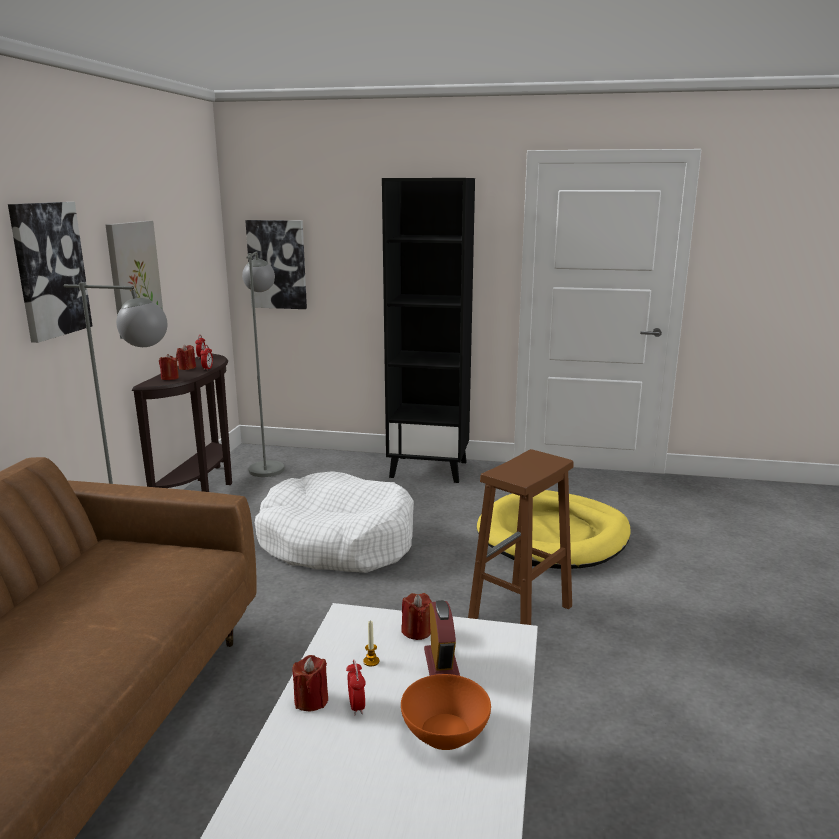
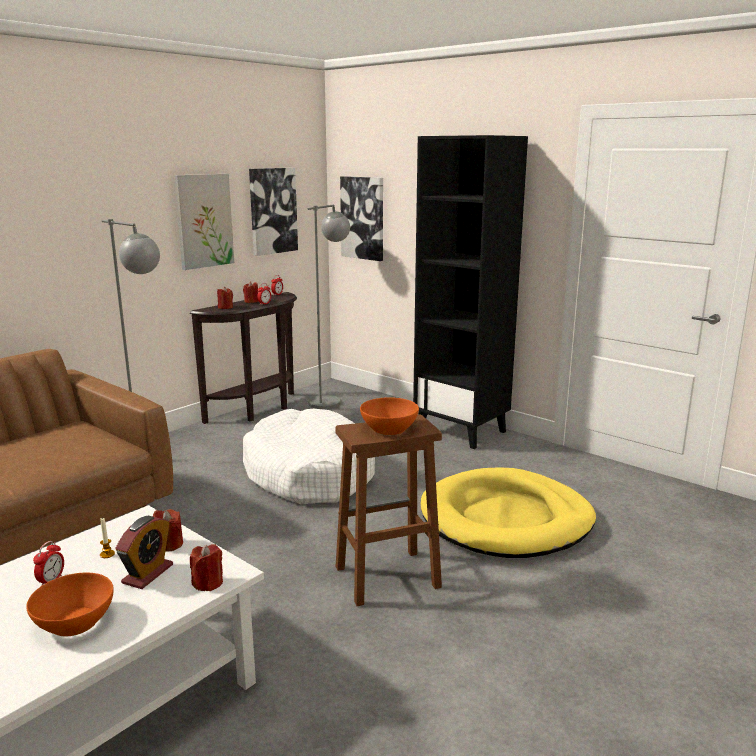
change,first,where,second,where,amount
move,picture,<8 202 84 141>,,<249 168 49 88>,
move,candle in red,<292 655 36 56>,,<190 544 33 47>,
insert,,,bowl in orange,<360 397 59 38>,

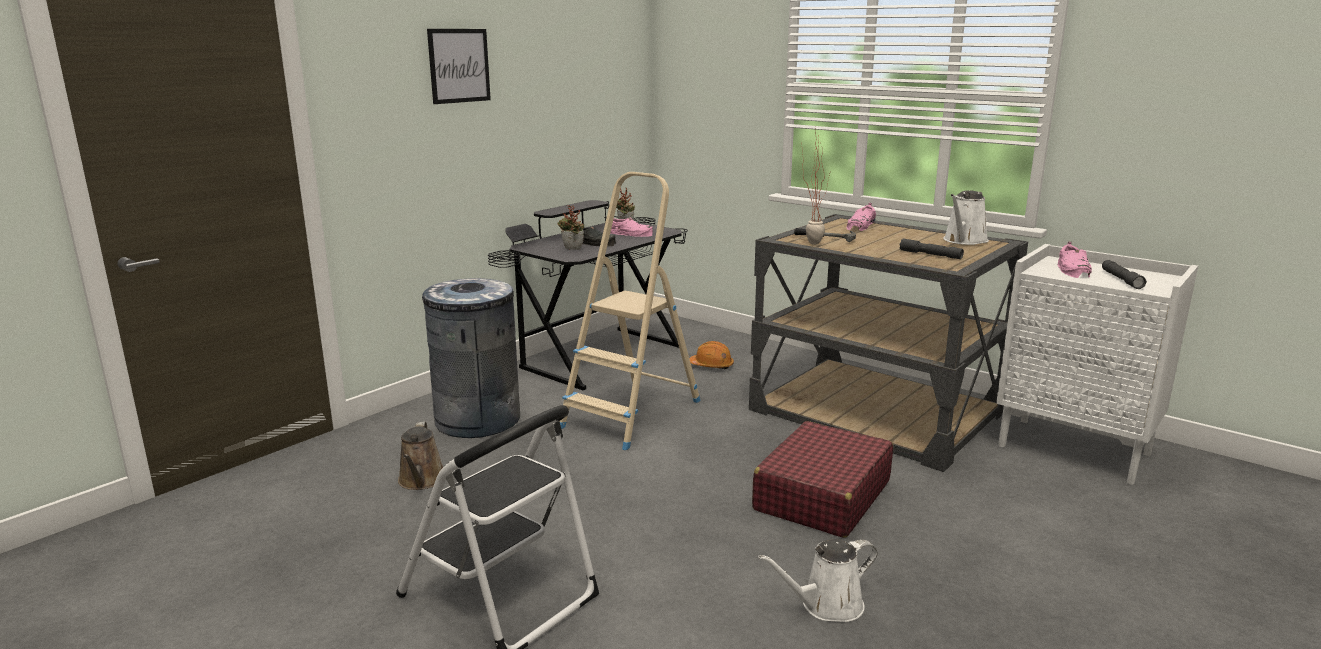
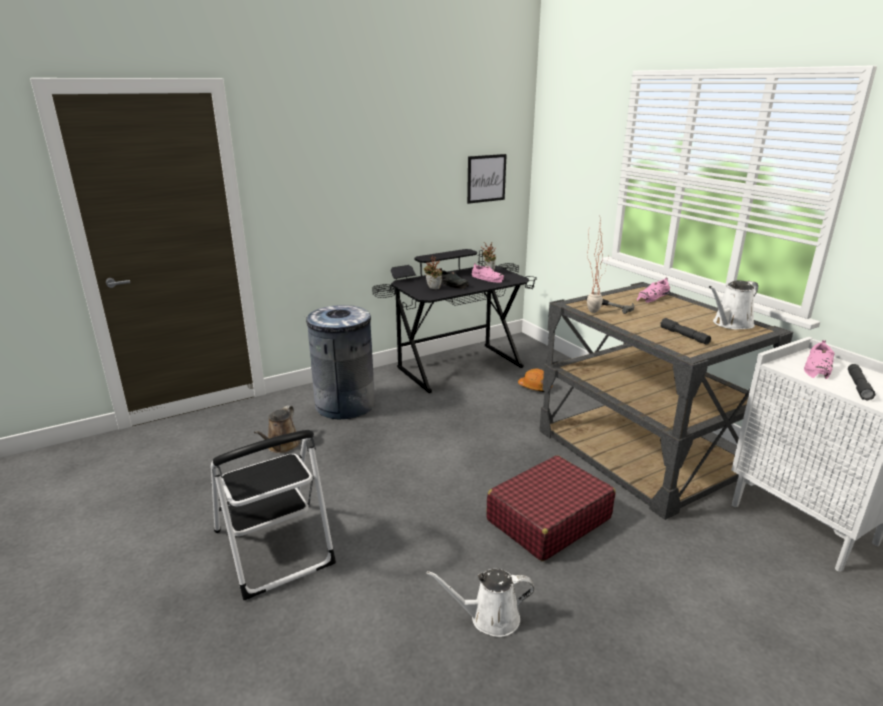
change,first,where,second,where,amount
move,picture,<427 29 64 75>,,<467 154 40 50>,
delete,step ladder in beige,<559 172 141 278>,,,

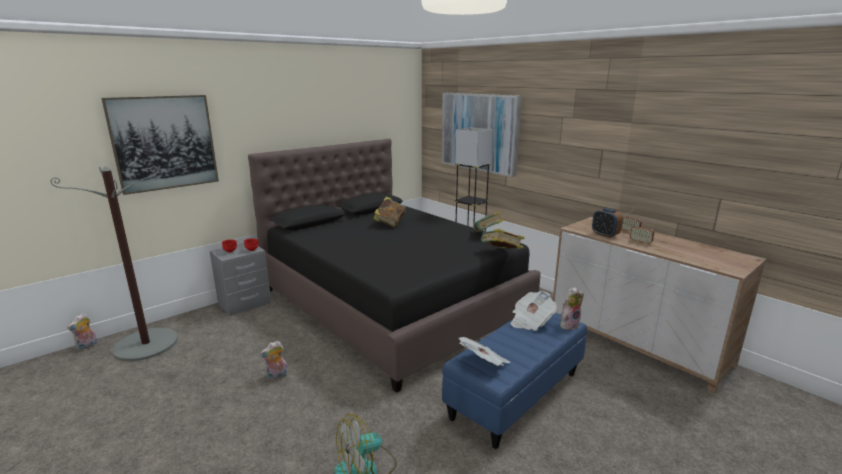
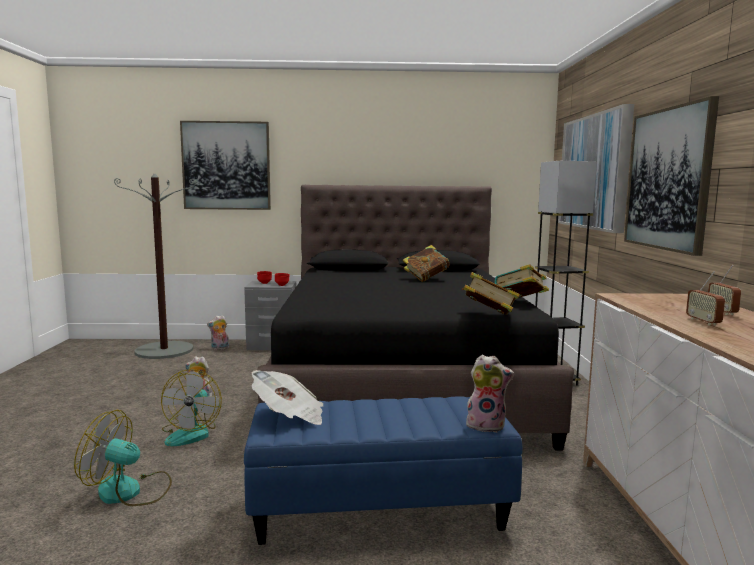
change,first,where,second,where,amount
delete,alarm clock,<592 208 31 30>,,,
delete,newspaper,<510 291 47 40>,,,
move,plush toy,<67 313 31 38>,,<207 315 22 35>,
insert,,,picture,<624 96 95 160>,
insert,,,fan,<161 369 61 77>,

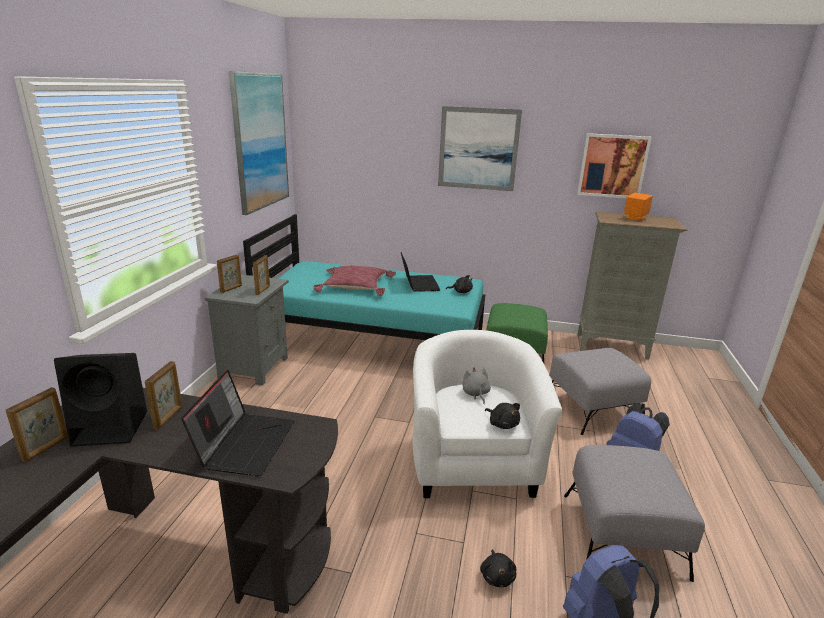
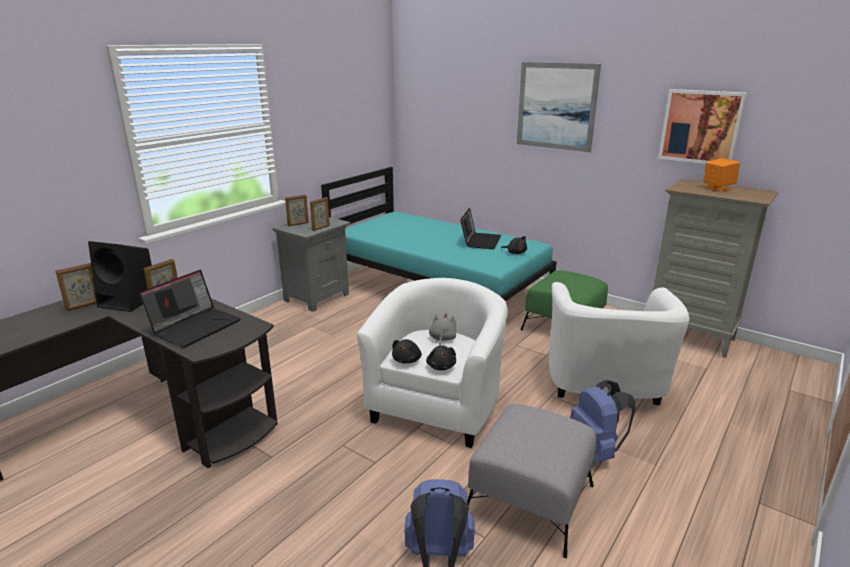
change,first,where,second,where,amount
delete,picture,<229 71 60 144>,,,
delete,pillow in red,<313 266 83 30>,,,
replace,ottoman in grey,<549 348 102 87>,armchair in white,<549 282 141 123>,
move,plush toy in black,<480 549 36 38>,,<392 339 30 25>,

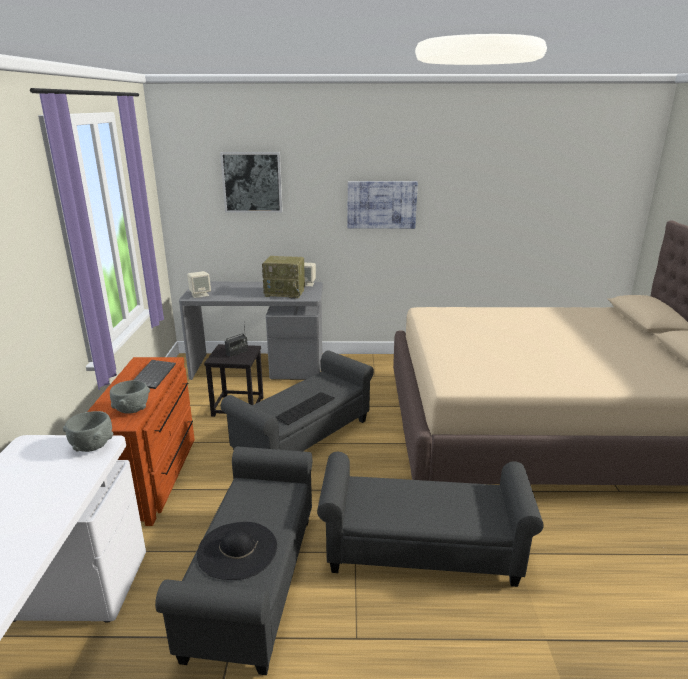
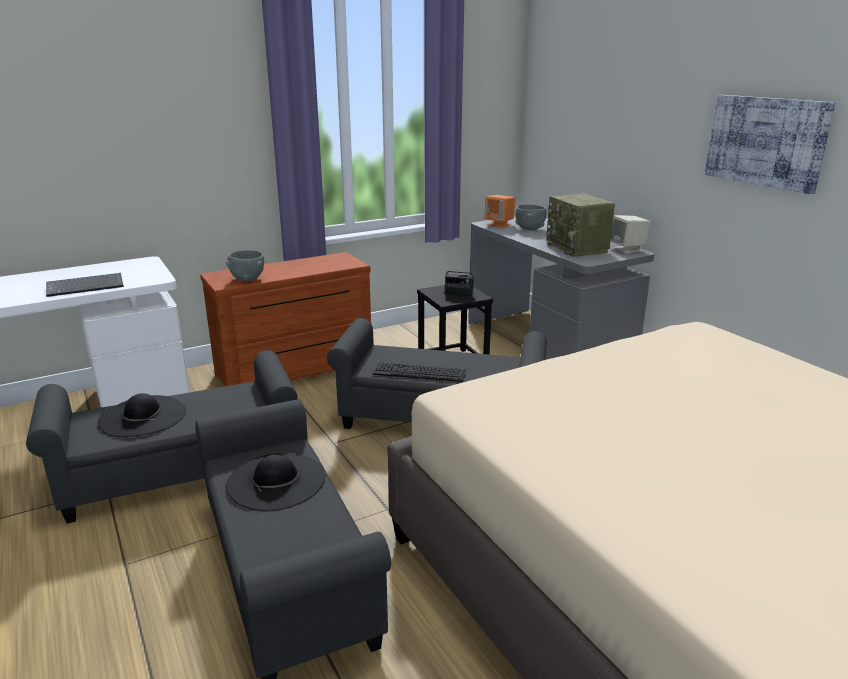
change,first,where,second,where,amount
delete,picture,<220 152 63 61>,,,
recolor,speaker in beige,<187 271 24 27>,speaker in orange,<484 195 32 33>,
move,keyboard,<133 360 43 29>,,<46 273 78 24>,
move,bowl in grey,<63 411 50 41>,,<515 205 32 25>,
insert,,,hat in black,<226 453 99 58>,

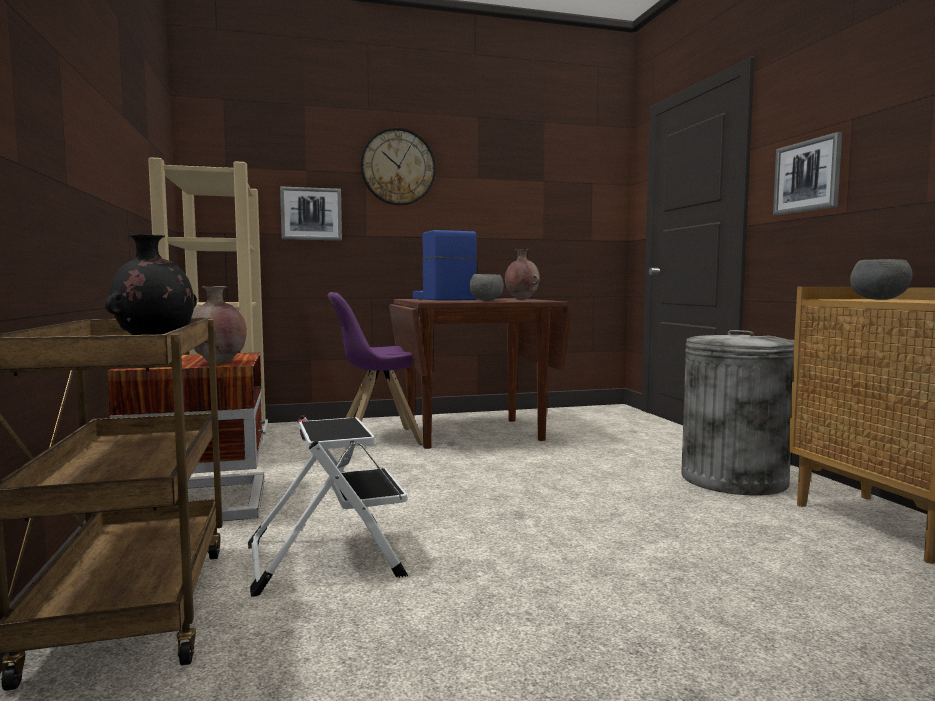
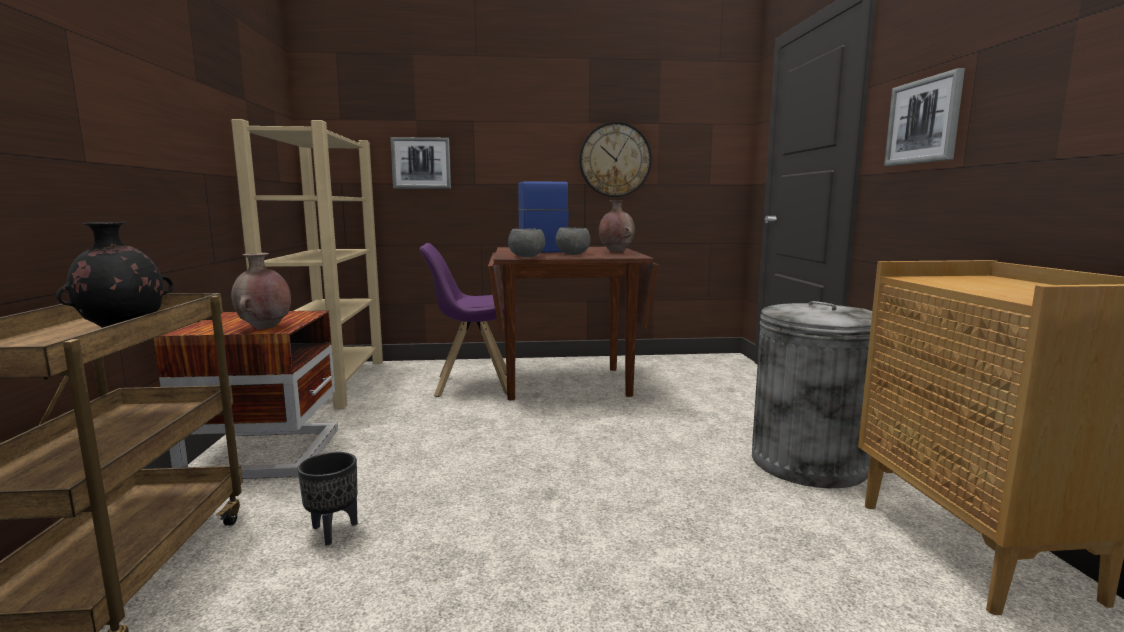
change,first,where,second,where,amount
move,wall clock,<361 128 75 77>,,<579 122 73 75>,
move,bowl in grey,<850 259 62 41>,,<508 229 37 28>,
replace,step ladder,<248 415 160 182>,planter in black,<298 452 59 93>,

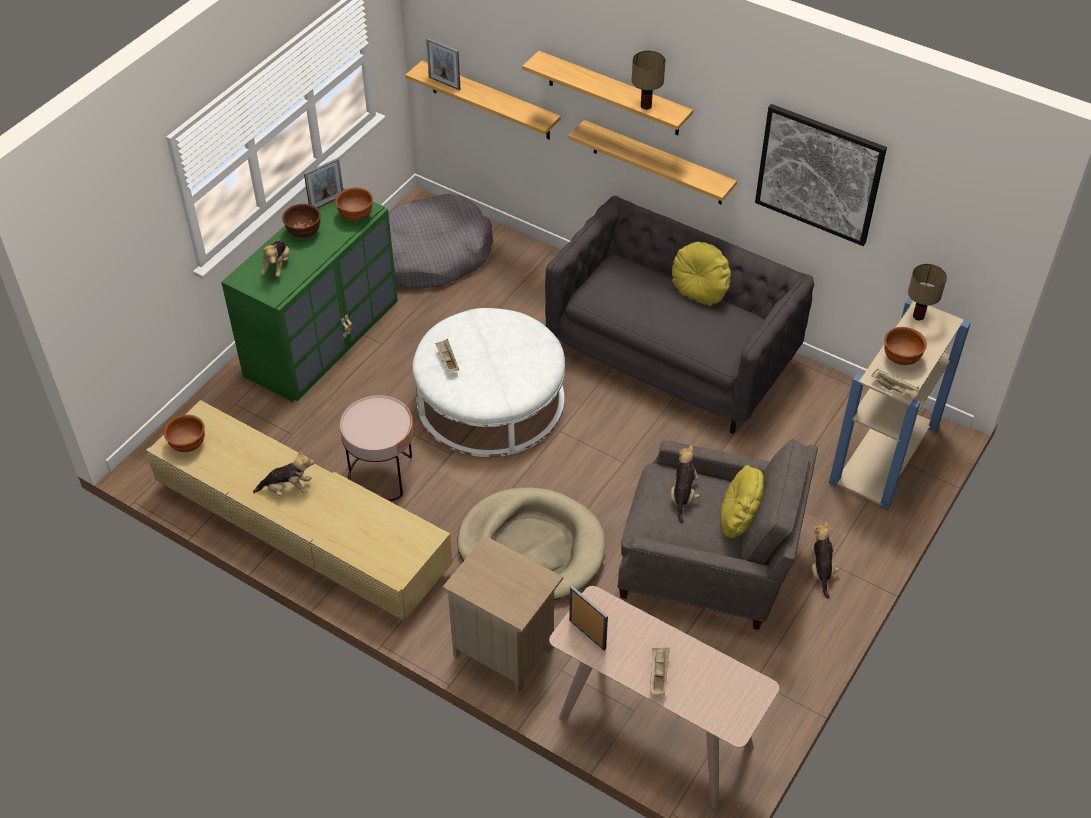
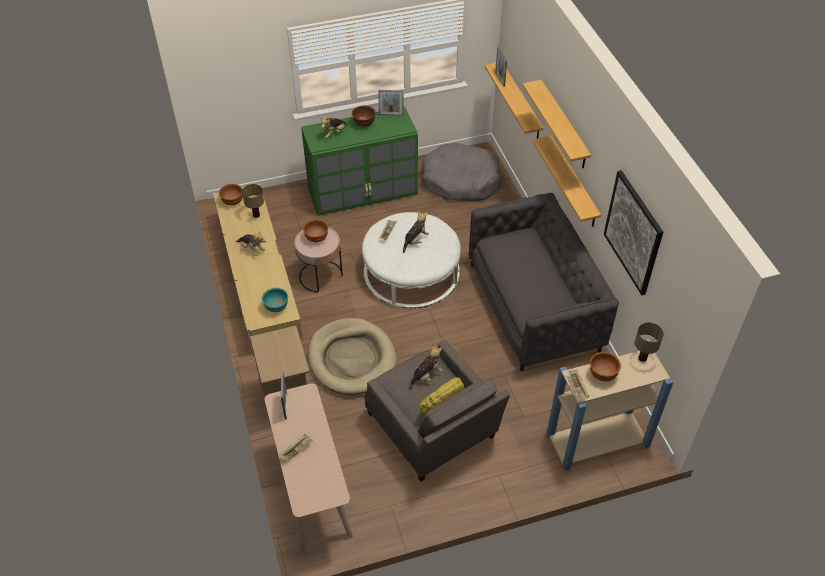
change,first,where,second,where,amount
move,table lamp,<632 51 33 59>,,<242 184 22 34>,
move,bowl in brown,<335 187 38 34>,,<303 219 25 23>,
delete,pillow in yellow,<672 242 59 64>,,,
move,plush toy,<811 521 28 78>,,<403 211 26 42>,
insert,,,bowl in turquoise,<262 288 26 24>,

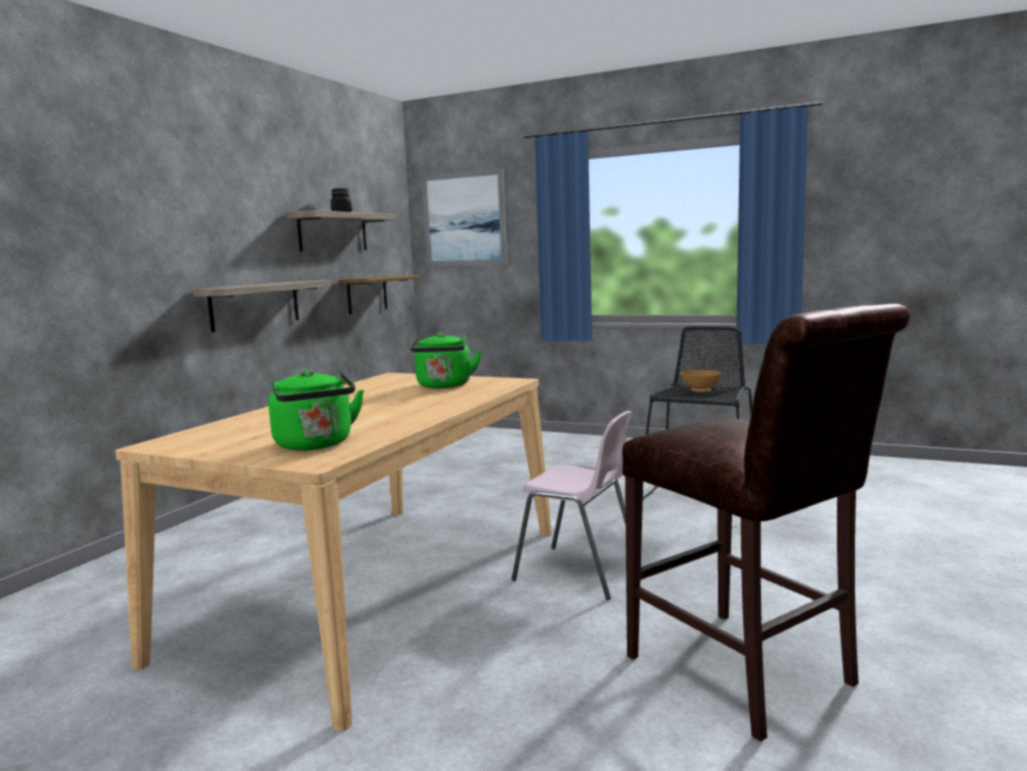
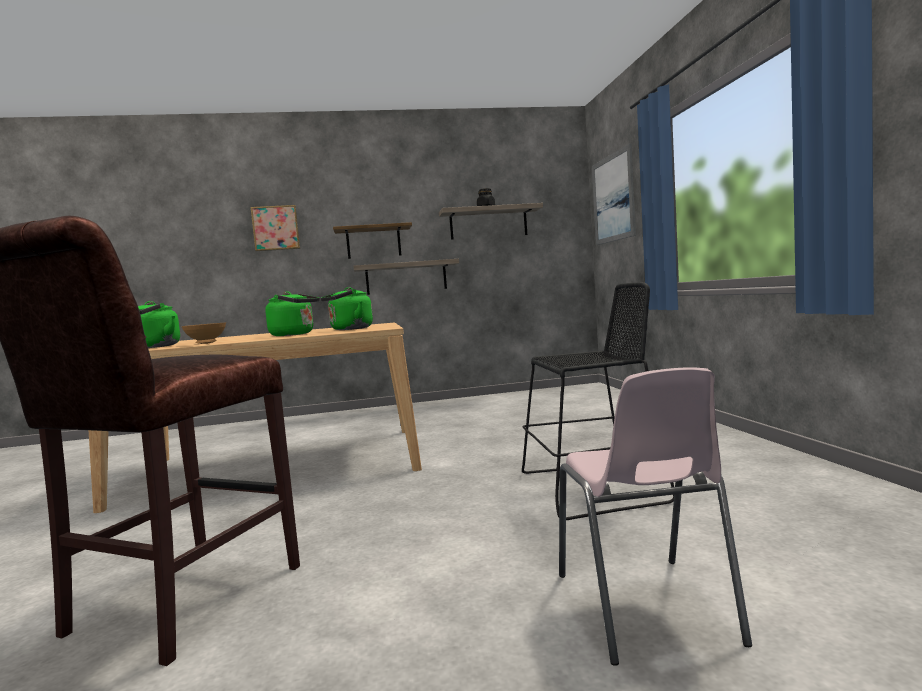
change,first,where,second,where,amount
move,shelf,<338 275 82 39>,,<333 222 79 37>,
move,bowl in brown,<680 370 42 22>,,<181 323 45 21>,
move,chair in pink,<512 411 120 189>,,<559 367 193 299>,
insert,,,picture,<251 205 49 46>,
insert,,,kettle in green,<265 291 55 45>,

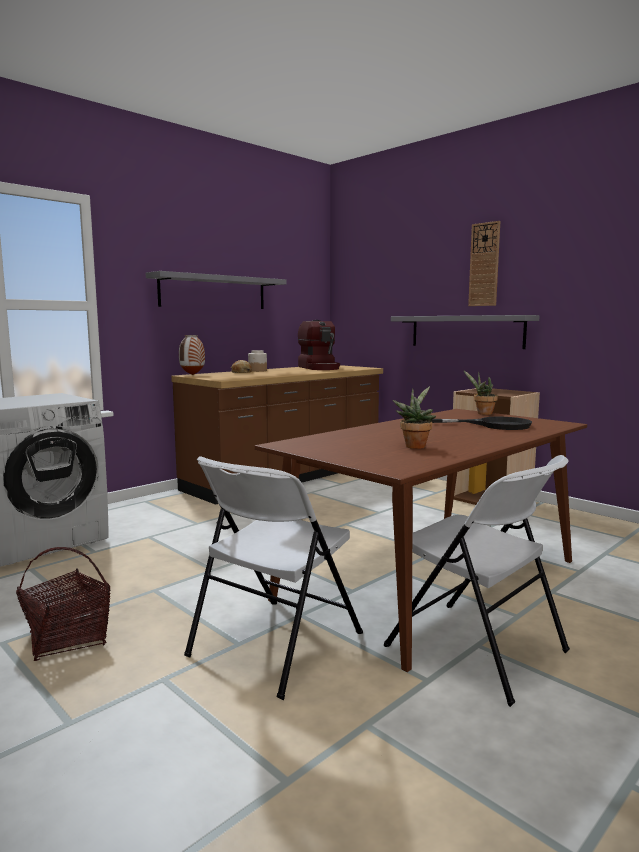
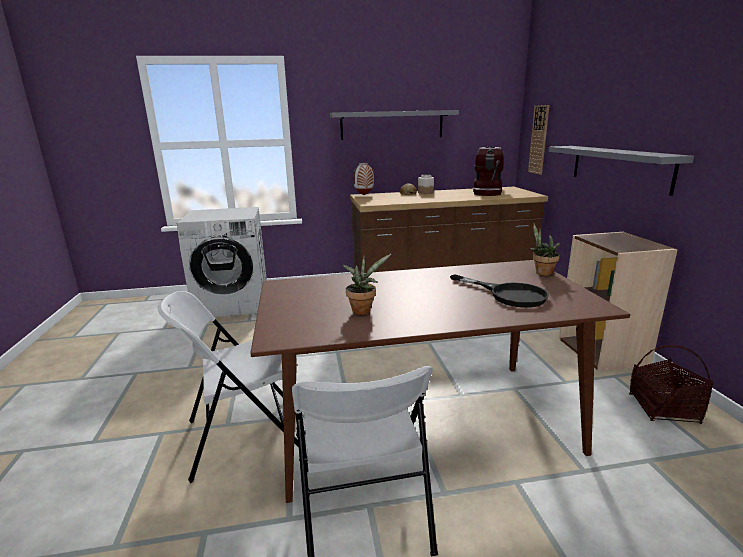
change,first,where,second,where,amount
move,wall clock,<468 221 32 85>,,<528 105 21 70>,
move,basket,<16 547 94 114>,,<629 345 84 79>,

